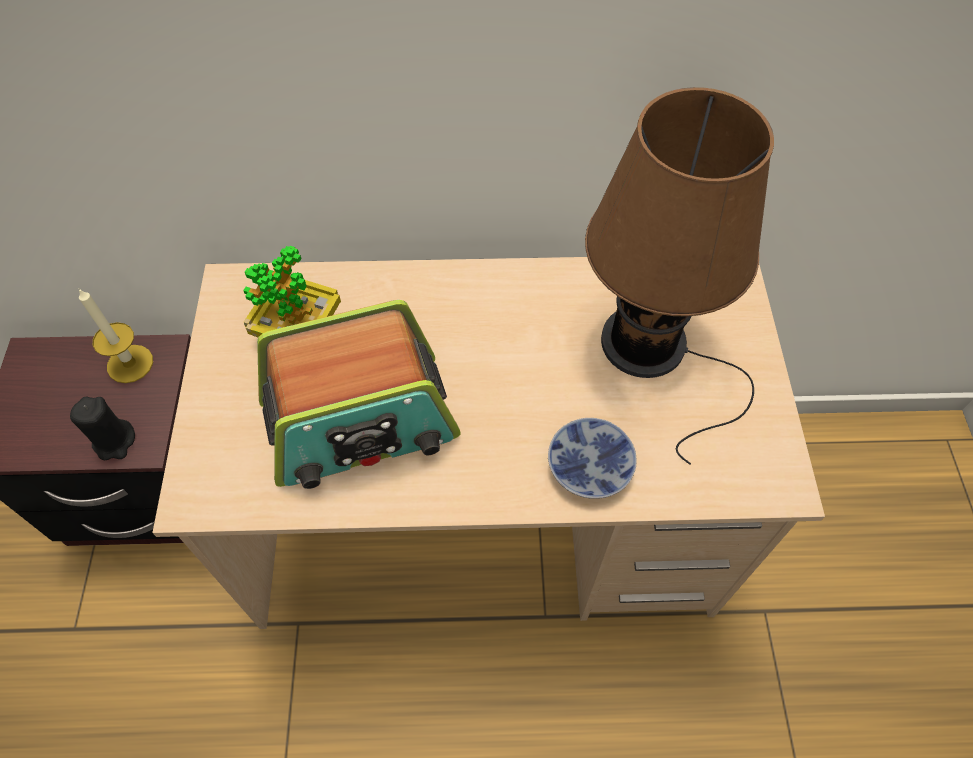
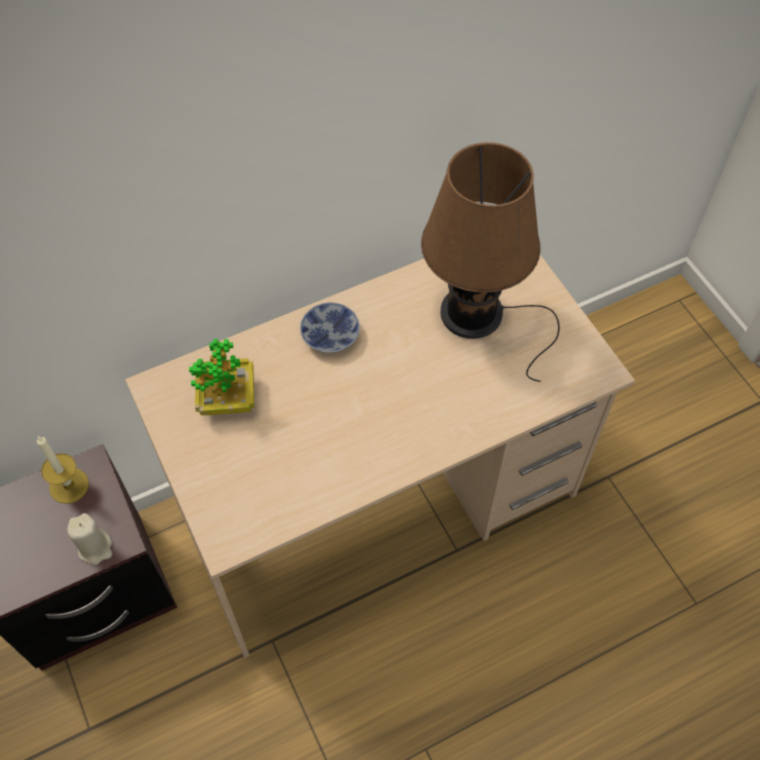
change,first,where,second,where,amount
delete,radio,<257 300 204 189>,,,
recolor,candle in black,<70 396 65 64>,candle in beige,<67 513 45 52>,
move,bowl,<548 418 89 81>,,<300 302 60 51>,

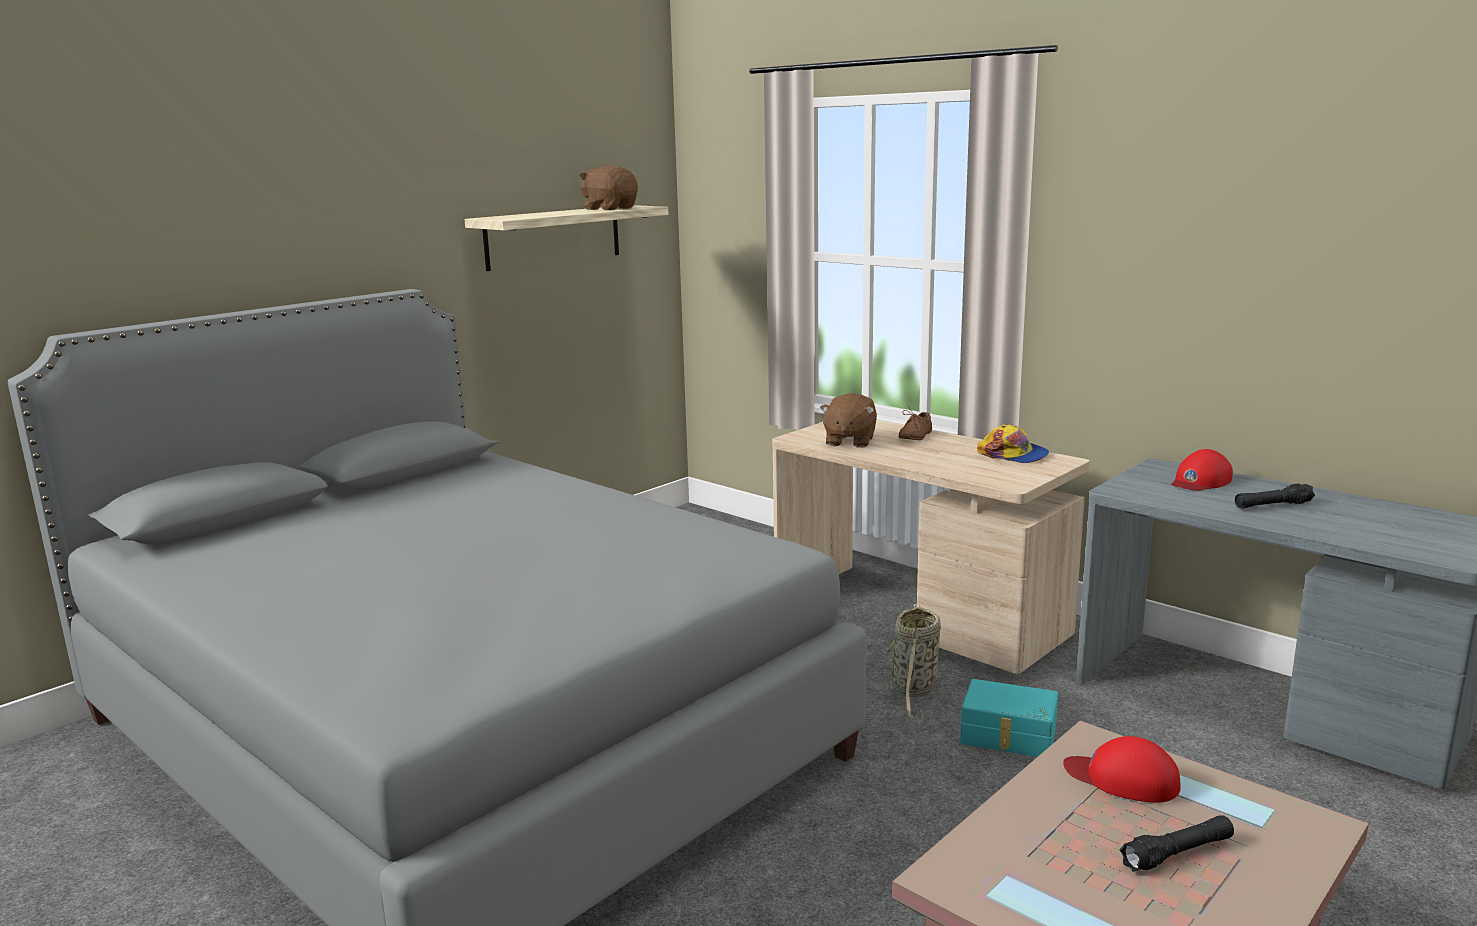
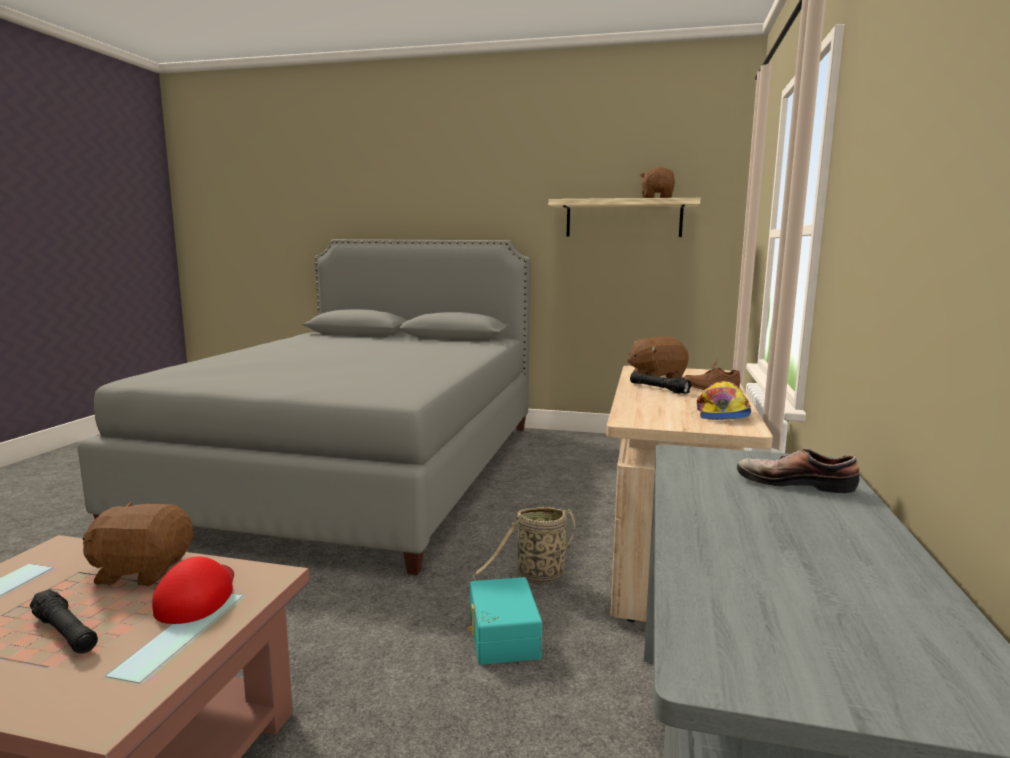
change,first,where,second,where,amount
replace,cap in red,<1171 449 62 42>,shoe,<737 448 123 45>,
move,flashlight in black,<1235 483 80 26>,,<630 372 62 22>,
insert,,,plush toy in brown,<82 502 111 84>,

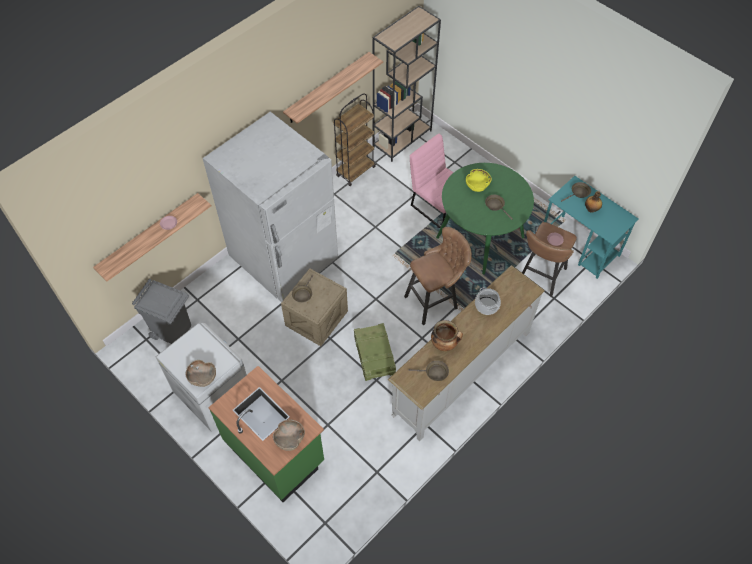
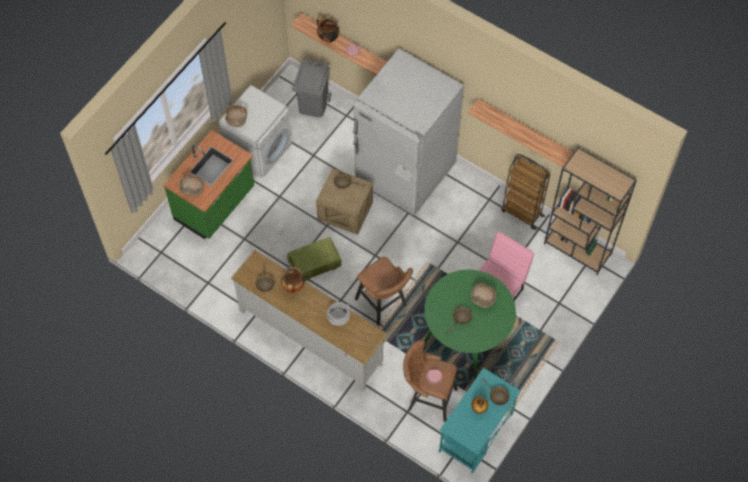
change,first,where,second,where,amount
recolor,bowl in yellow,<466 169 26 23>,bowl in brown,<471 283 25 25>,
insert,,,cooking pot,<316 17 23 26>,

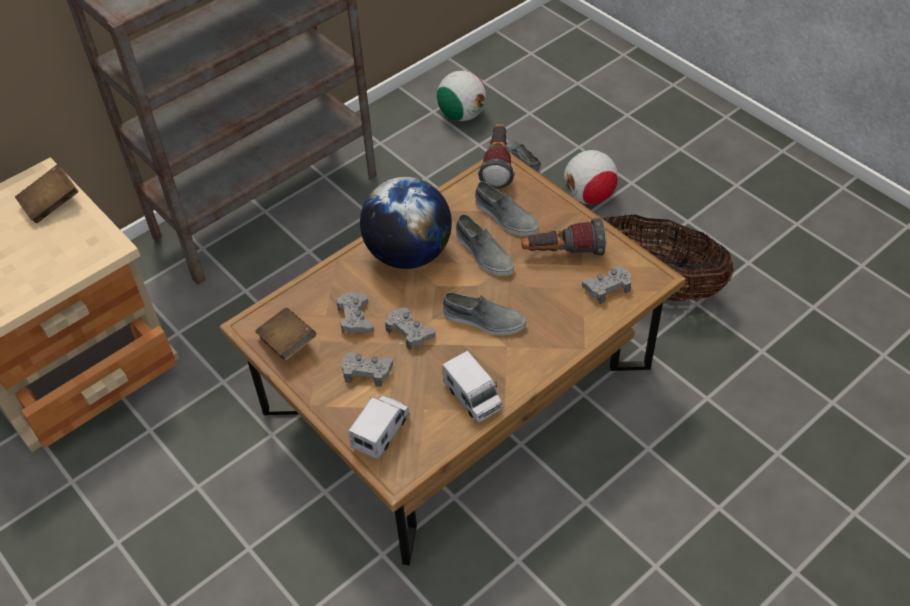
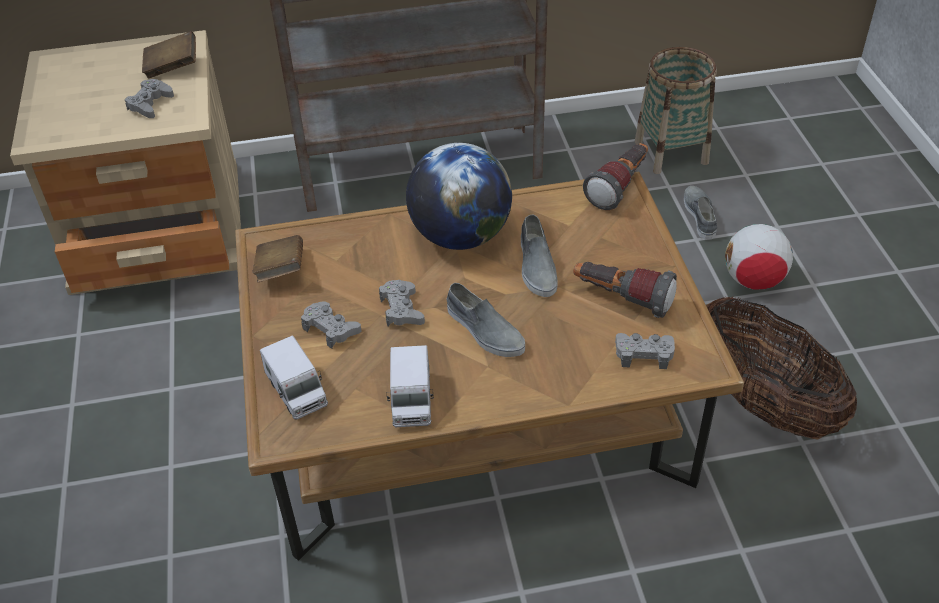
change,first,where,second,where,amount
replace,football,<437 71 50 50>,basket,<635 47 82 127>,
delete,shoe in grey,<475 181 64 55>,,,
move,game controller in grey,<336 292 38 42>,,<125 79 49 39>,
rotate,toy truck,<348 396 62 64>,,<260 336 68 84>,90 degrees clockwise

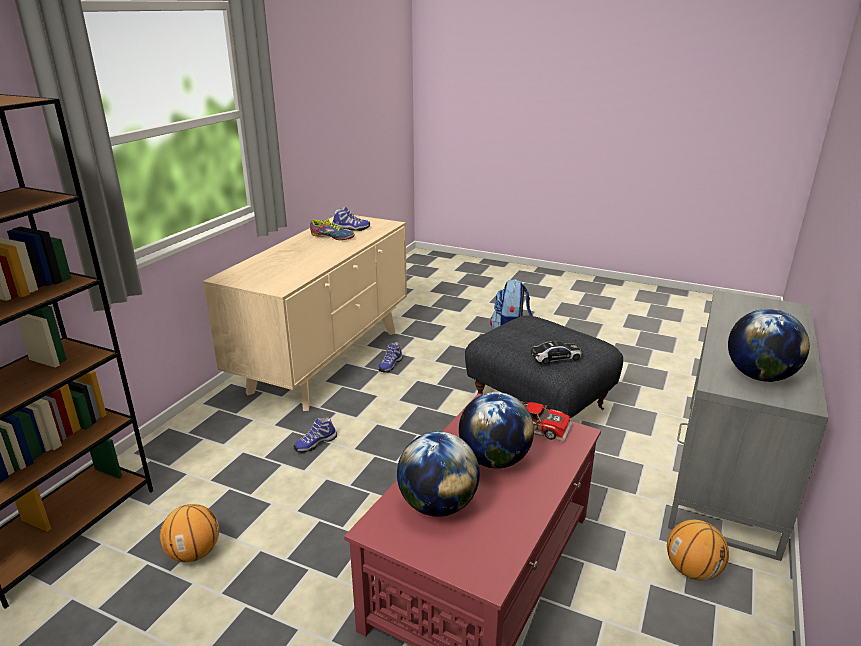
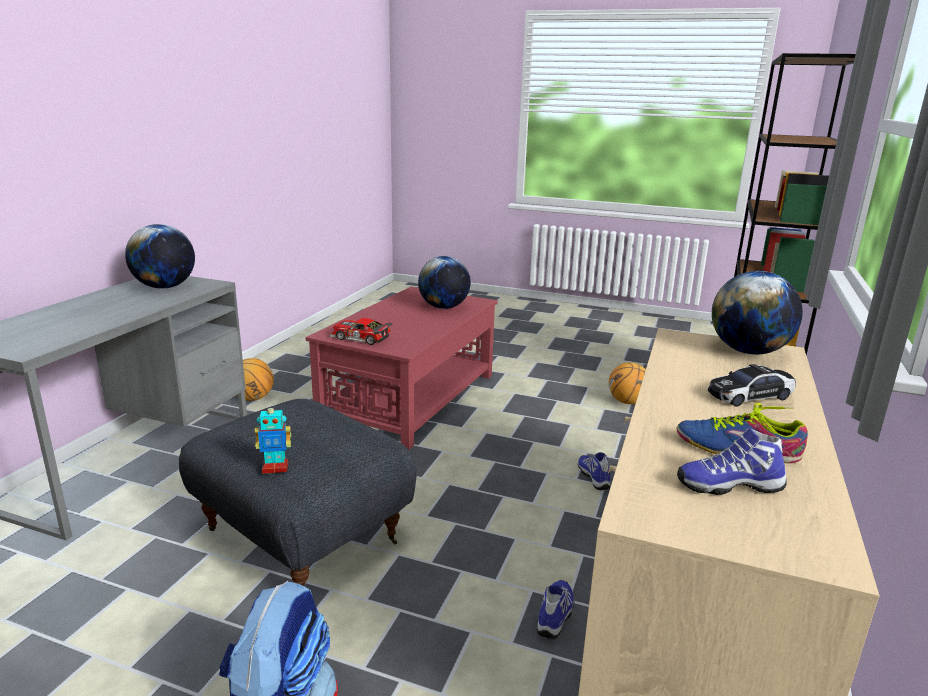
change,first,where,second,where,amount
move,toy car,<530 340 53 24>,,<708 364 88 43>,
move,globe,<459 392 75 76>,,<712 271 91 84>,
rotate,shoe,<294 417 43 36>,,<578 452 32 38>,60 degrees counterclockwise
insert,,,toy robot,<255 402 36 72>,

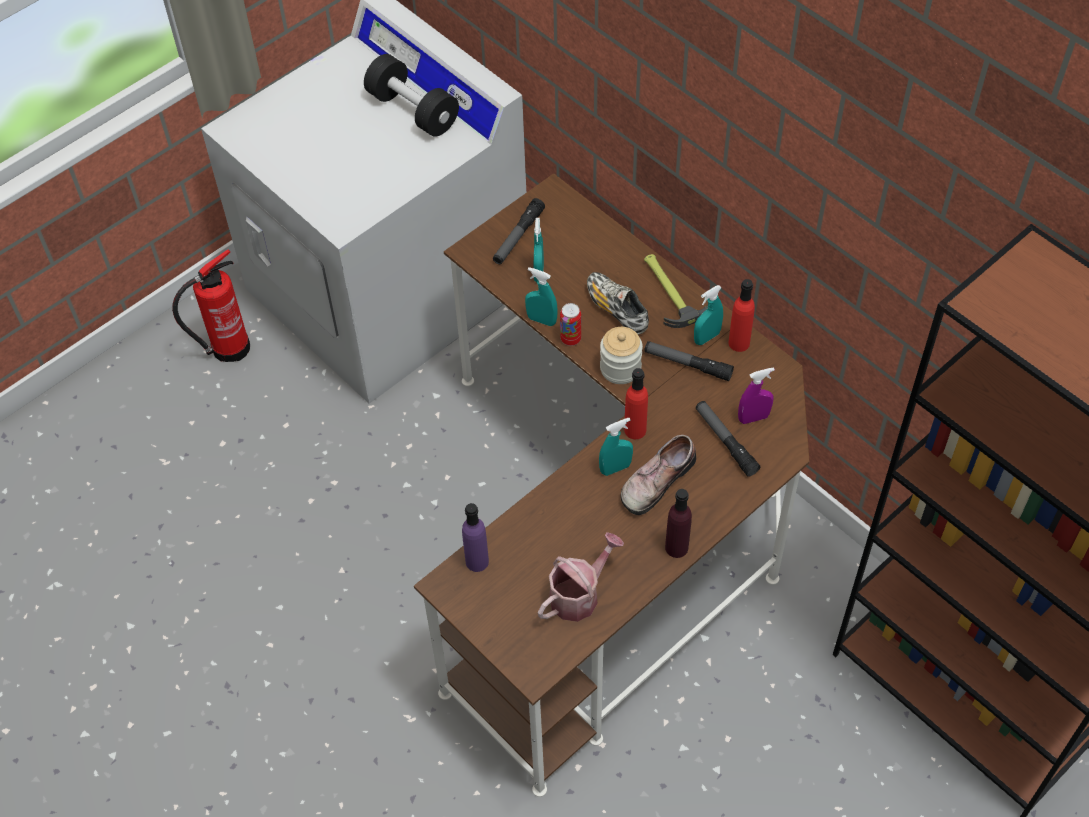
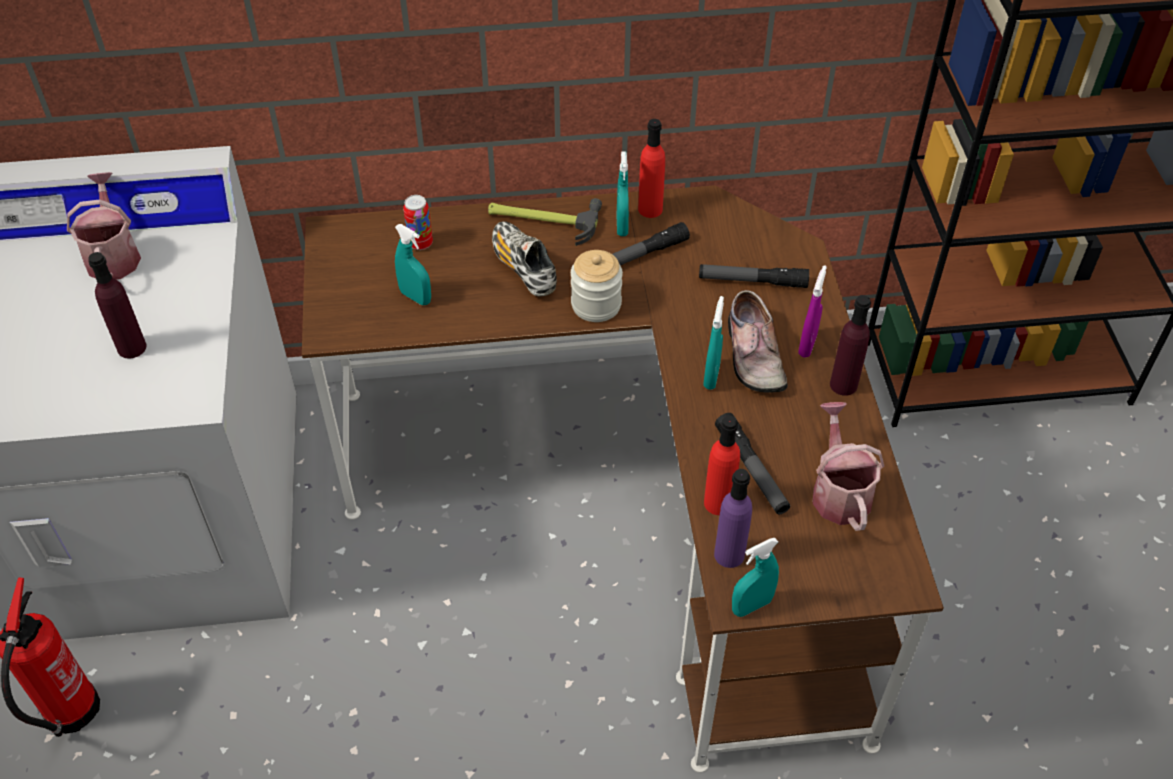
change,first,where,second,where,amount
replace,dumbbell in black,<364 54 95 83>,watering can,<67 172 74 108>,
move,flashlight,<493 198 52 66>,,<715 413 75 101>,
move,spray bottle in turquoise,<525 267 33 59>,,<732 538 47 79>,
rotate,shoe,<587 272 62 63>,,<492 221 65 75>,60 degrees clockwise
move,can,<560 303 21 43>,,<403 195 30 55>,
move,spray bottle in purple,<738 367 37 57>,,<798 265 29 93>,
move,bottle in red,<624 368 24 71>,,<704 416 36 99>,
insert,,,bottle in purple,<88 252 59 107>,

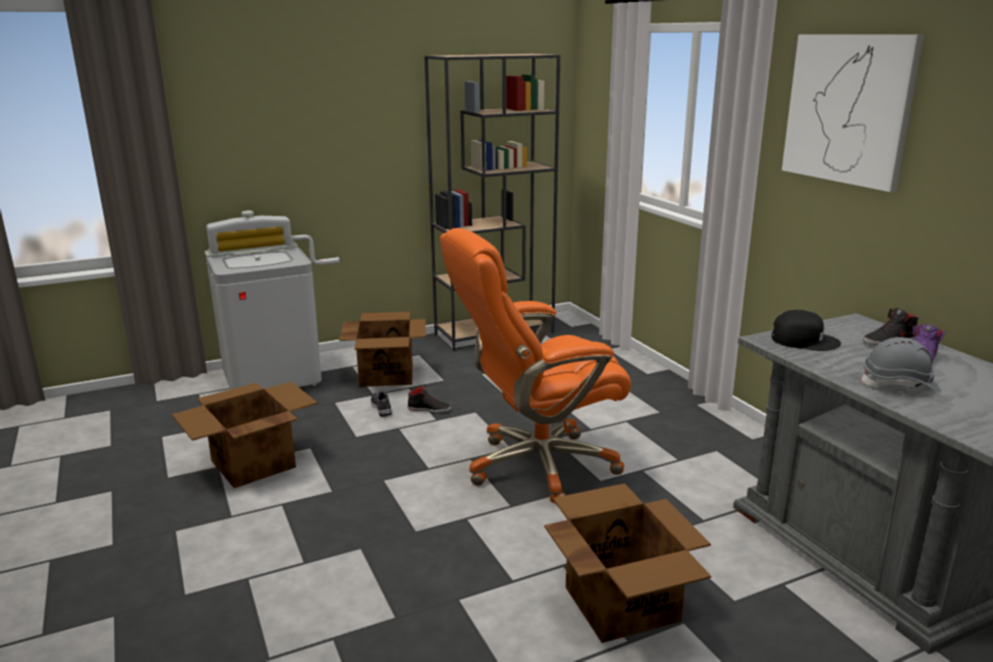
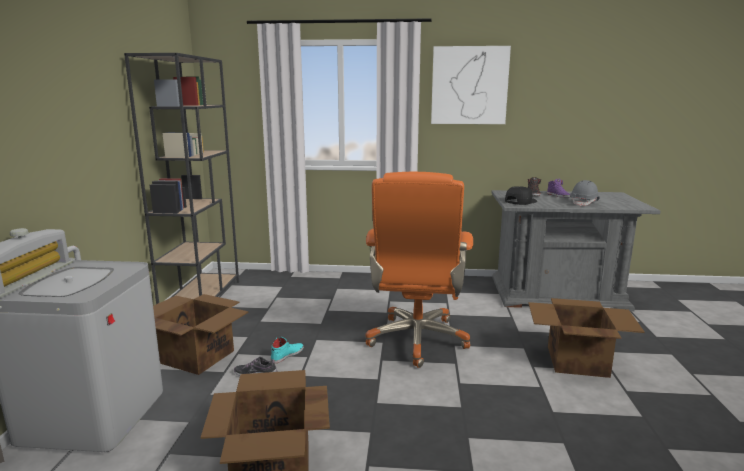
change,first,where,second,where,amount
recolor,shoe in black,<407 385 44 28>,shoe in turquoise,<271 337 33 26>,

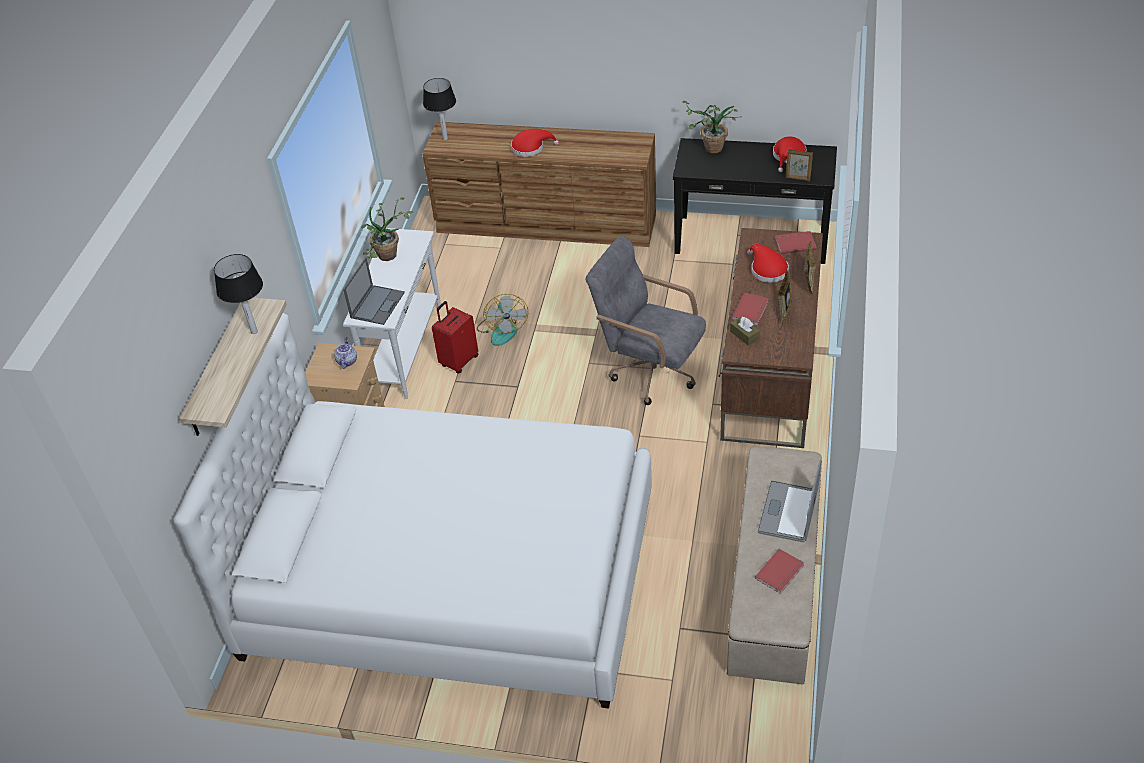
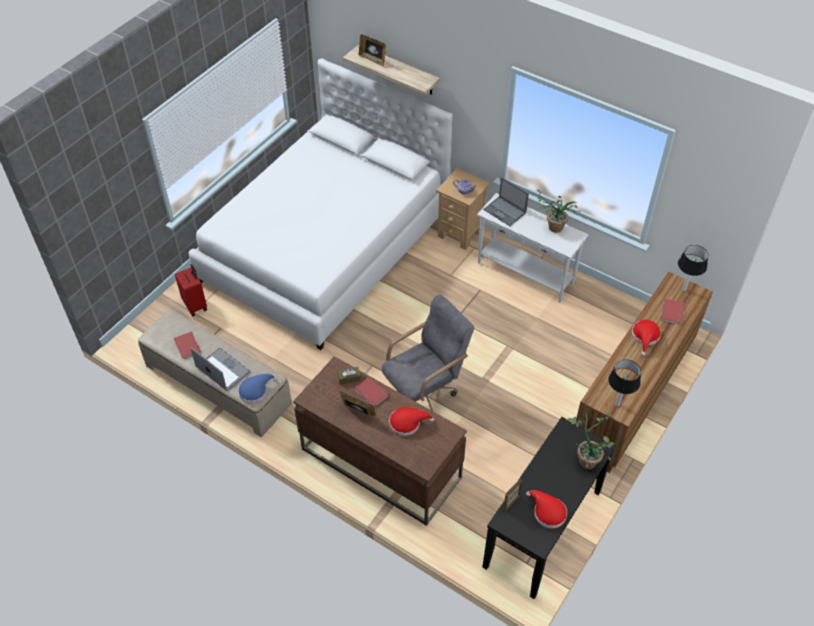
change,first,where,second,where,amount
move,book in red,<775 231 41 23>,,<661 298 24 27>,
move,picture frame,<804 241 12 54>,,<358 34 28 32>,
move,table lamp,<214 254 49 80>,,<608 360 33 46>,
delete,fan,<477 294 51 52>,,,
move,suitcase in red,<432 301 46 73>,,<175 264 32 52>,
insert,,,hat in blue,<238 374 39 30>,

